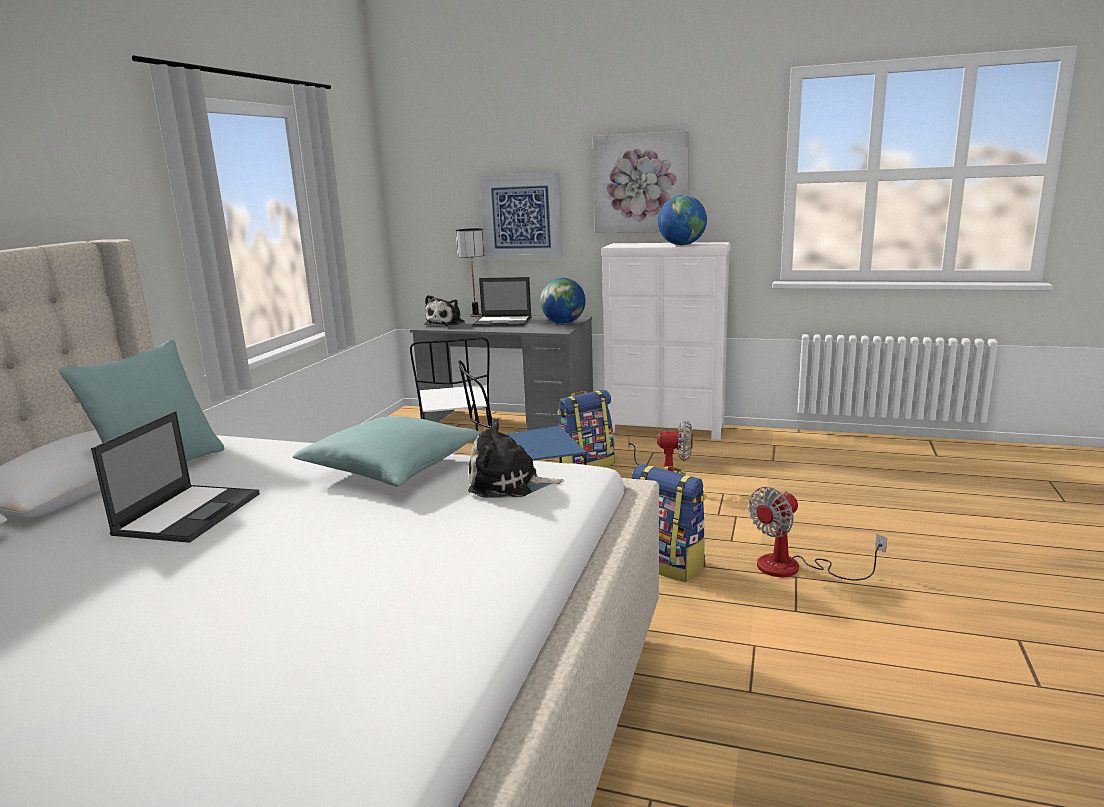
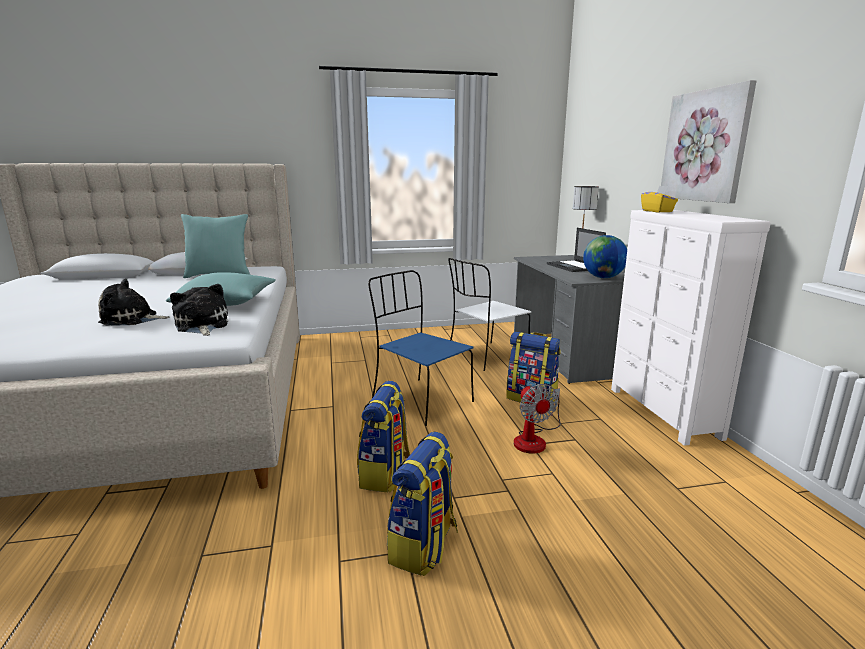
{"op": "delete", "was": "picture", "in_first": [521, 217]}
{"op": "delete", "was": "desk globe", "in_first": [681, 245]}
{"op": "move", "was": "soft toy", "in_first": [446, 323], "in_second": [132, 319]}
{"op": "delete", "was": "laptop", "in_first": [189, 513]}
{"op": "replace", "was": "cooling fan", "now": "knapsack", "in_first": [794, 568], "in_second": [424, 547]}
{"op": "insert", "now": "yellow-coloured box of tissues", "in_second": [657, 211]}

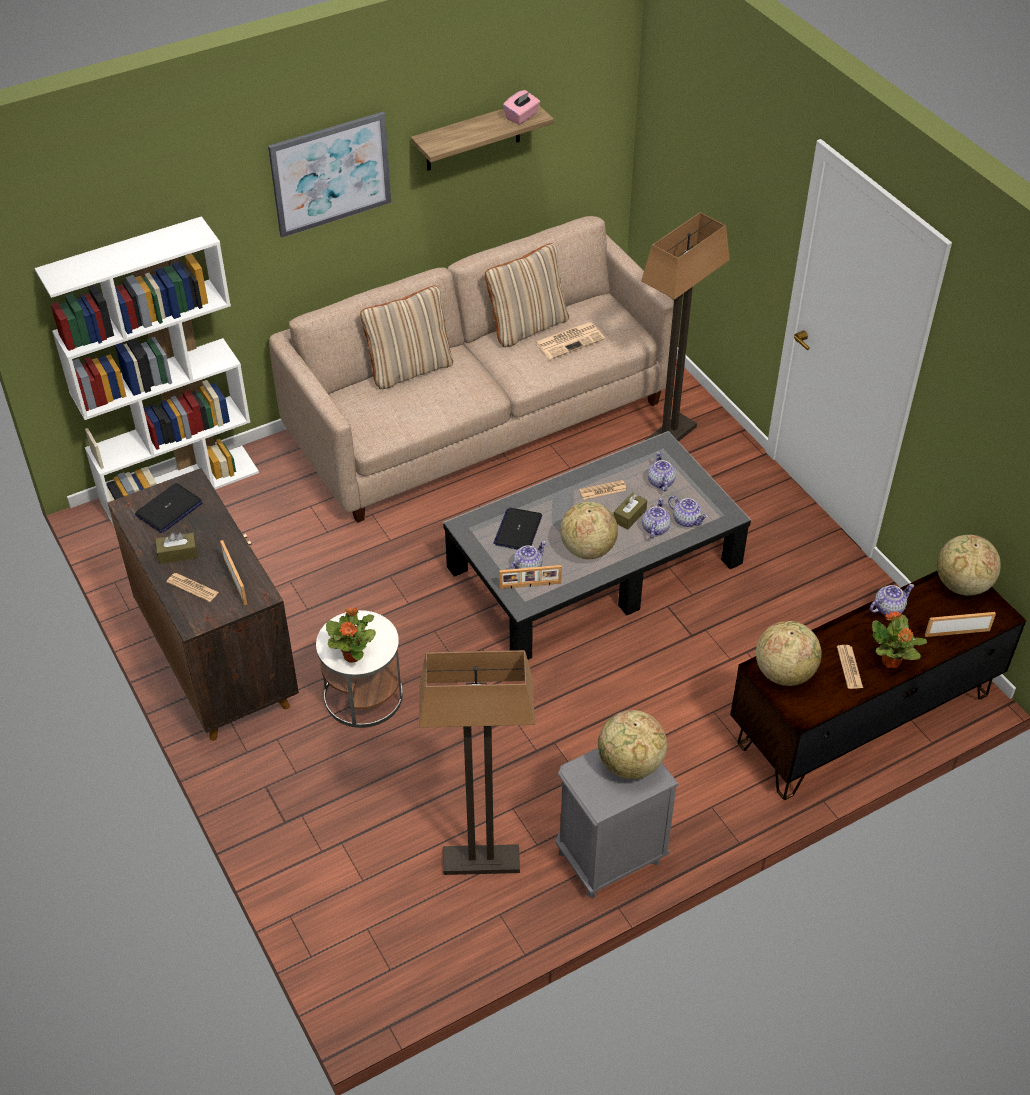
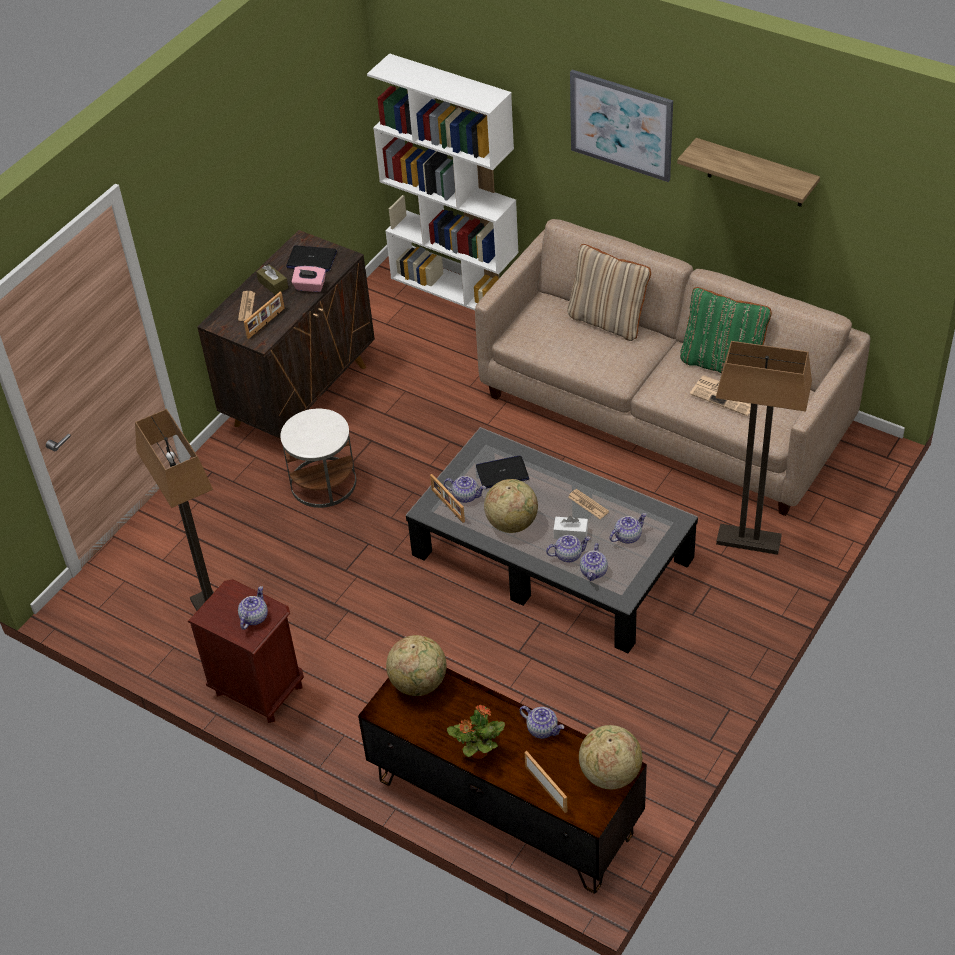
{"op": "move", "was": "pink-coloured box of tissues", "in_first": [521, 116], "in_second": [310, 287]}
{"op": "recolor", "was": "sand-coloured pillow", "now": "greenish pillow", "in_first": [527, 326], "in_second": [722, 363]}
{"op": "recolor", "was": "brown box of tissues", "now": "white-coloured box of tissues", "in_first": [629, 516], "in_second": [570, 533]}
{"op": "delete", "was": "houseplant", "in_first": [353, 655]}
{"op": "delete", "was": "newspaper", "in_first": [849, 667]}
{"op": "replace", "was": "desk globe", "now": "teapot", "in_first": [630, 764], "in_second": [254, 617]}
{"op": "recolor", "was": "greyish nightstand", "now": "brown nightstand", "in_first": [609, 857], "in_second": [258, 690]}

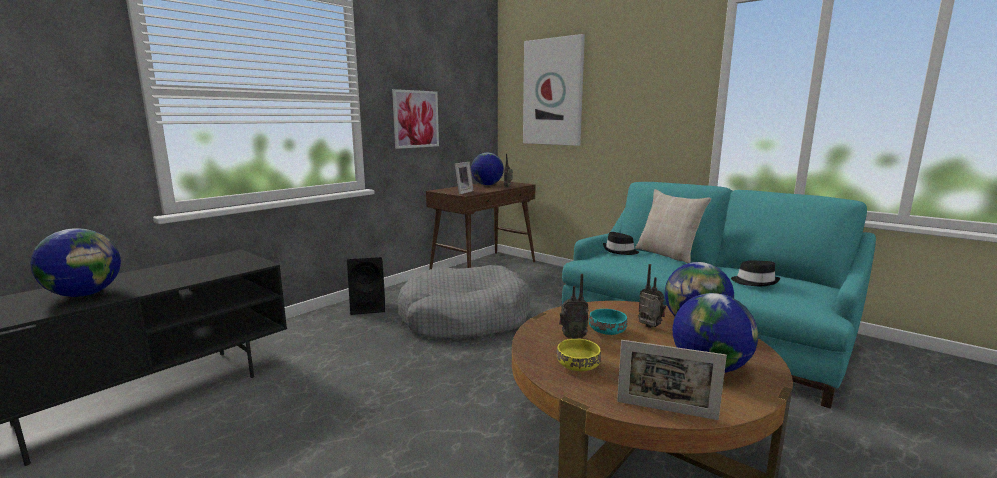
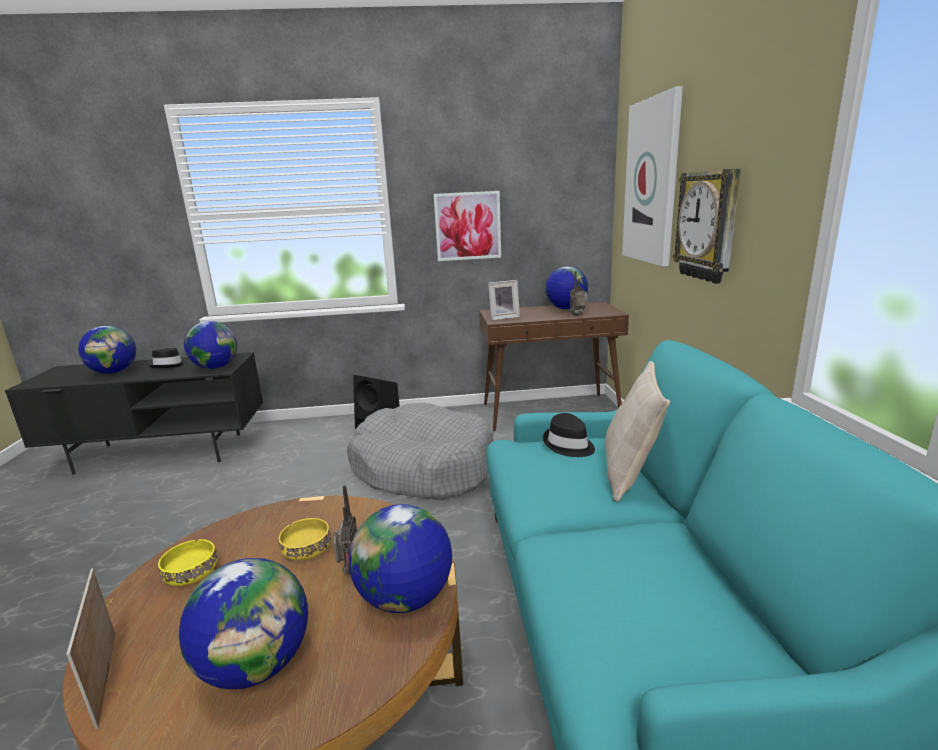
{"op": "move", "was": "black wearable hat", "in_first": [755, 282], "in_second": [170, 365]}
{"op": "delete", "was": "radio set", "in_first": [572, 337]}
{"op": "recolor", "was": "turquoise-coloured deep dish", "now": "yellow-coloured deep dish", "in_first": [608, 331], "in_second": [307, 551]}
{"op": "insert", "now": "hanging clock", "in_second": [708, 226]}
{"op": "insert", "now": "desk globe", "in_second": [216, 367]}

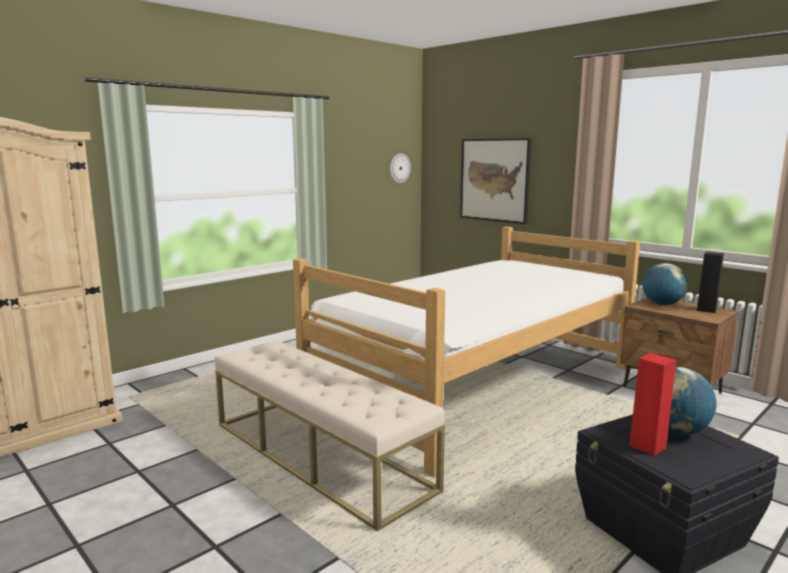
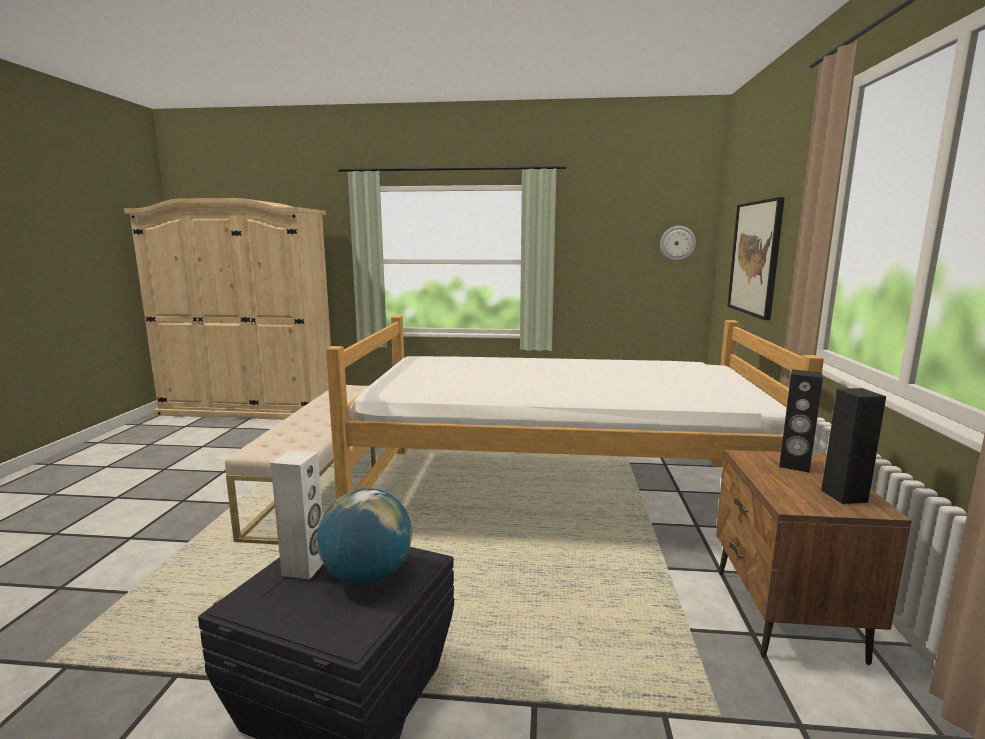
{"op": "replace", "was": "desk globe", "now": "black audio speaker", "in_first": [662, 304], "in_second": [794, 465]}
{"op": "recolor", "was": "red audio speaker", "now": "white-coloured audio speaker", "in_first": [647, 446], "in_second": [305, 568]}

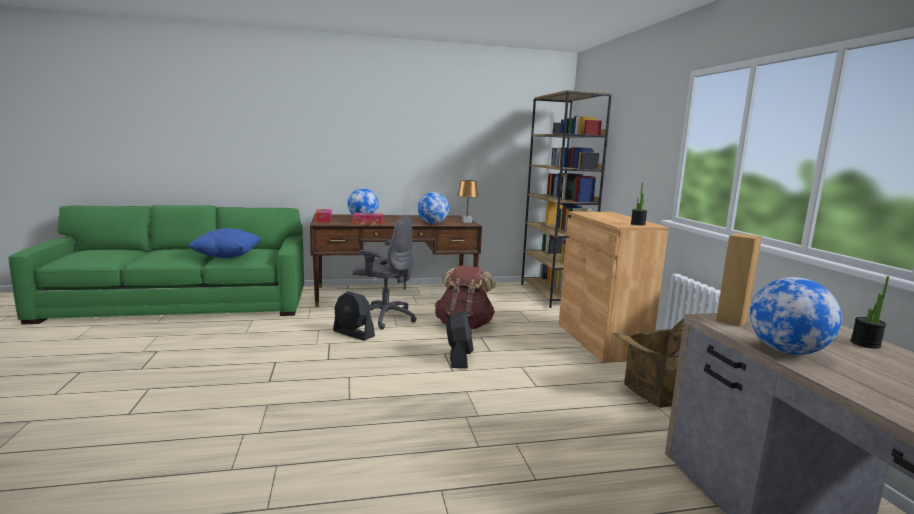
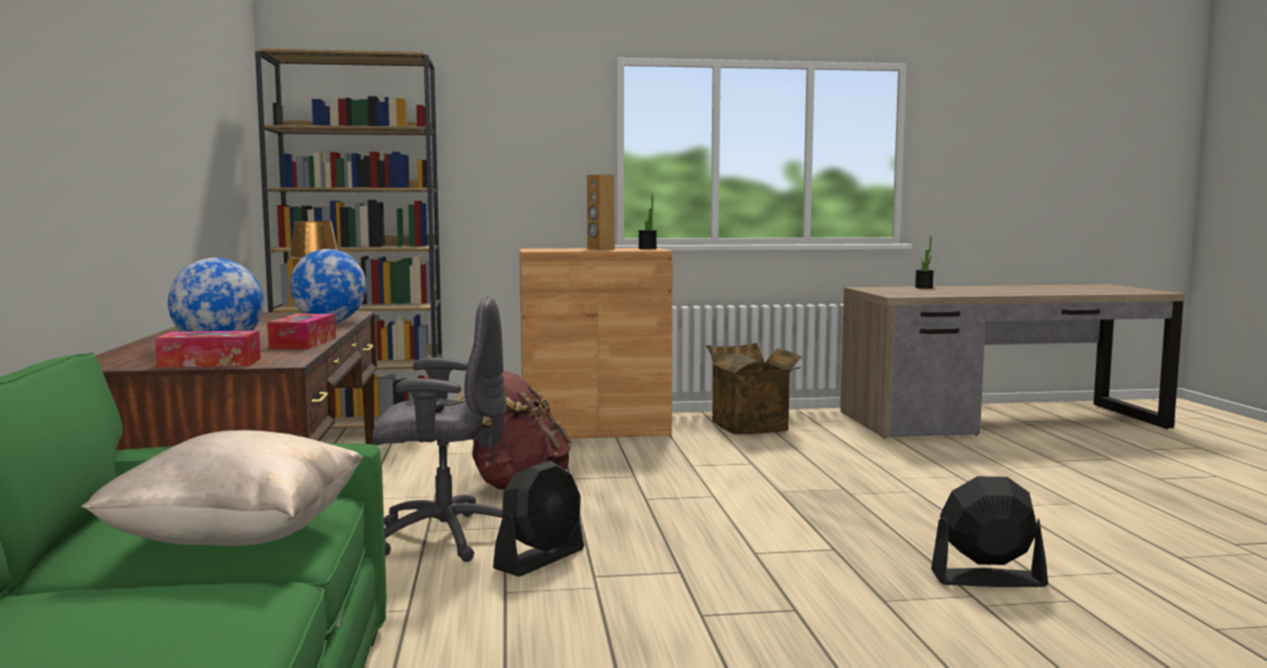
{"op": "rotate", "was": "greyish desk chair", "in_first": [384, 318], "in_second": [443, 537], "clockwise": 60}
{"op": "recolor", "was": "blue pillow", "now": "sand-coloured pillow", "in_first": [227, 256], "in_second": [238, 539]}
{"op": "move", "was": "brown audio speaker", "in_first": [731, 321], "in_second": [600, 249]}
{"op": "delete", "was": "desk globe", "in_first": [786, 351]}
{"op": "move", "was": "black cooling fan", "in_first": [459, 358], "in_second": [987, 579]}

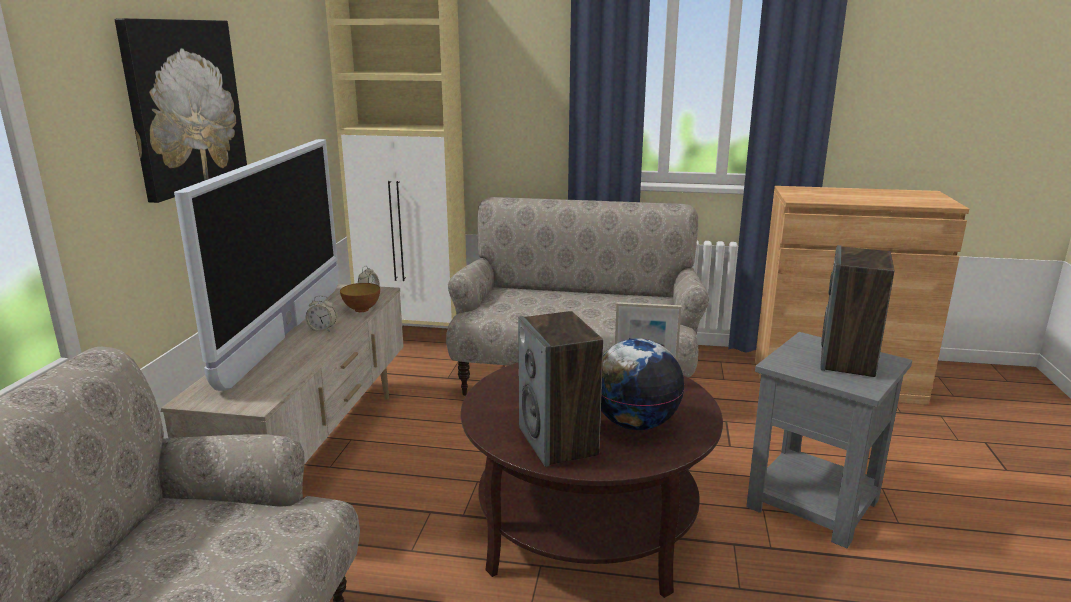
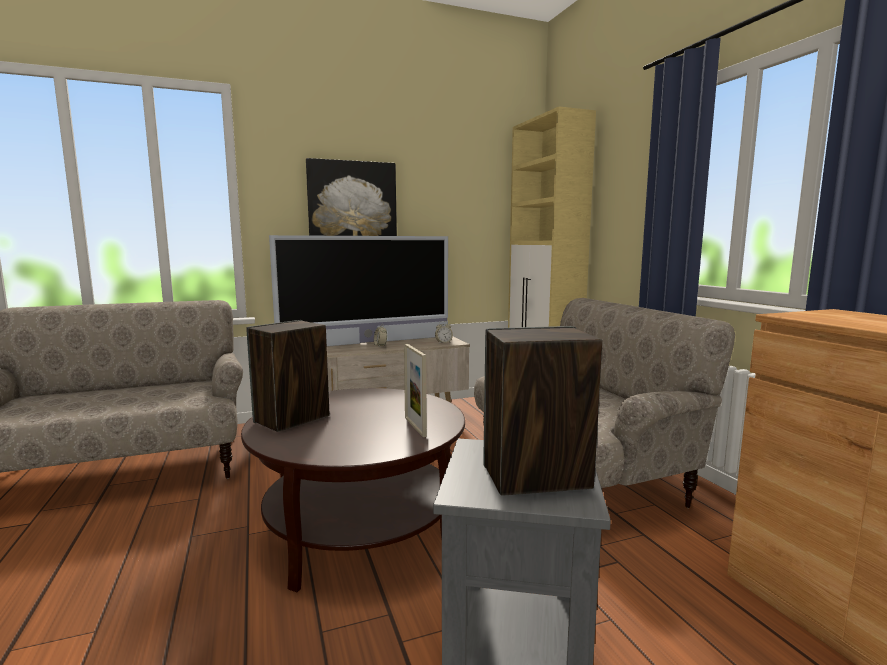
{"op": "delete", "was": "deep dish", "in_first": [361, 310]}
{"op": "delete", "was": "desk globe", "in_first": [635, 423]}

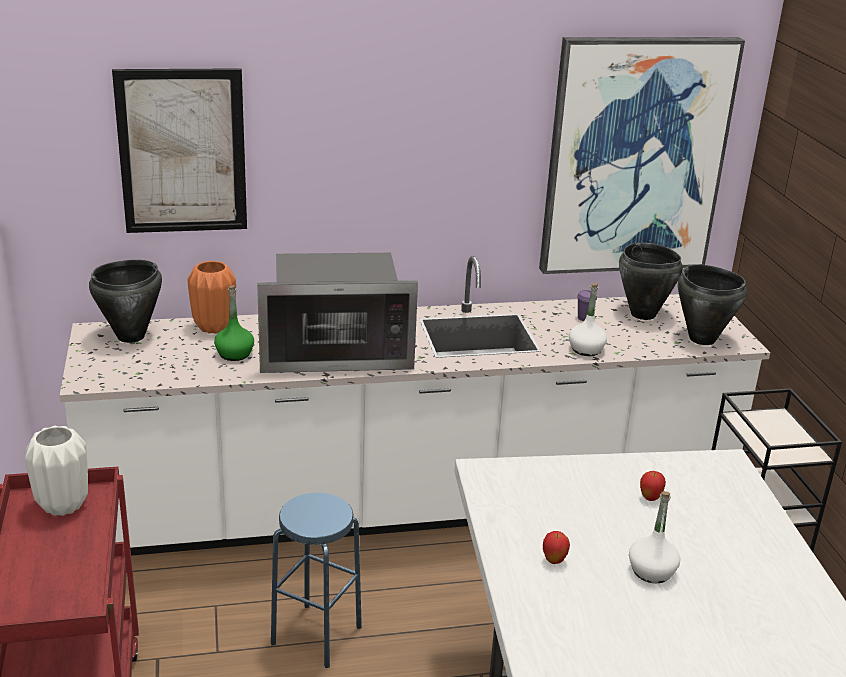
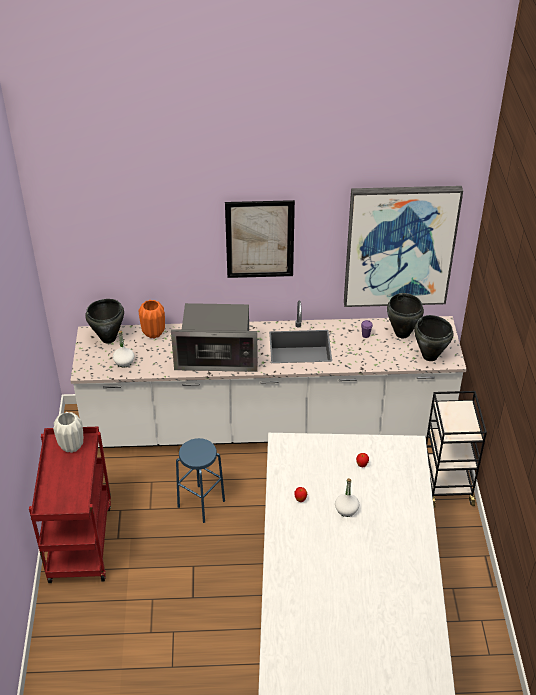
{"op": "move", "was": "picture", "in_first": [182, 152], "in_second": [260, 239]}
{"op": "move", "was": "white-coloured drink bottle", "in_first": [586, 349], "in_second": [124, 362]}
{"op": "delete", "was": "greenish drink bottle", "in_first": [234, 354]}

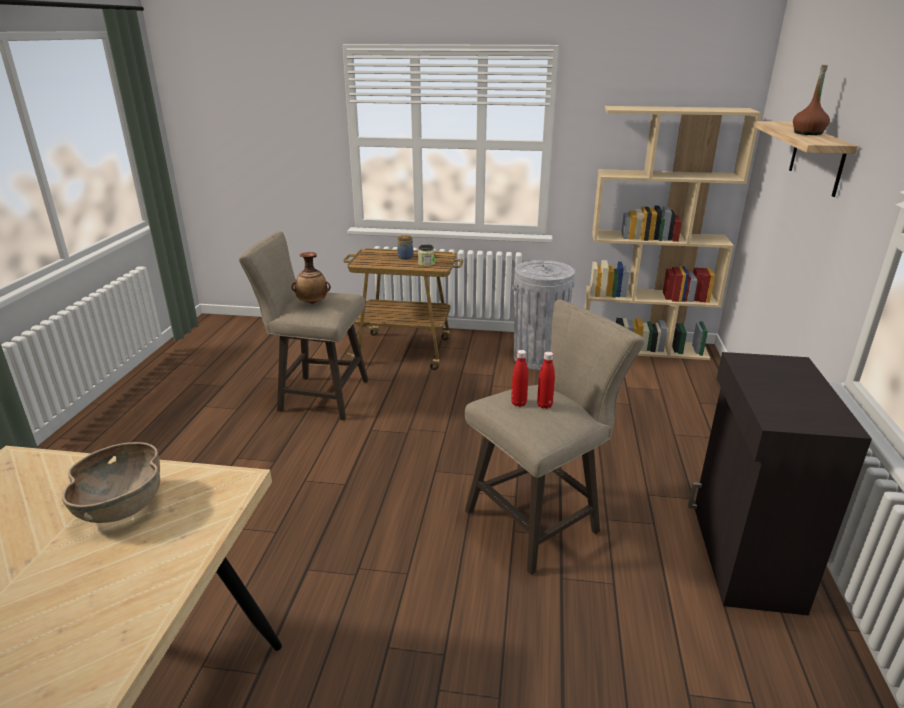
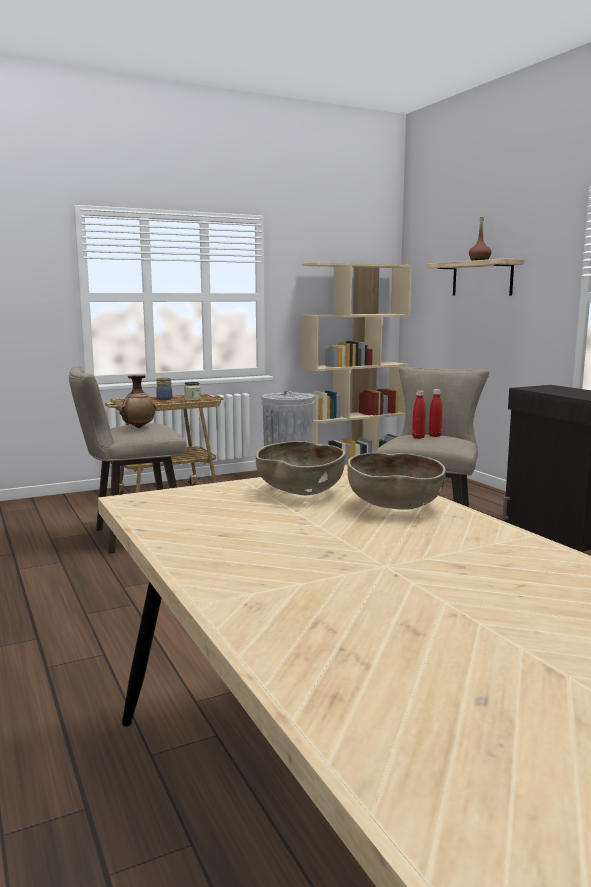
{"op": "insert", "now": "brown deep dish", "in_second": [394, 506]}

